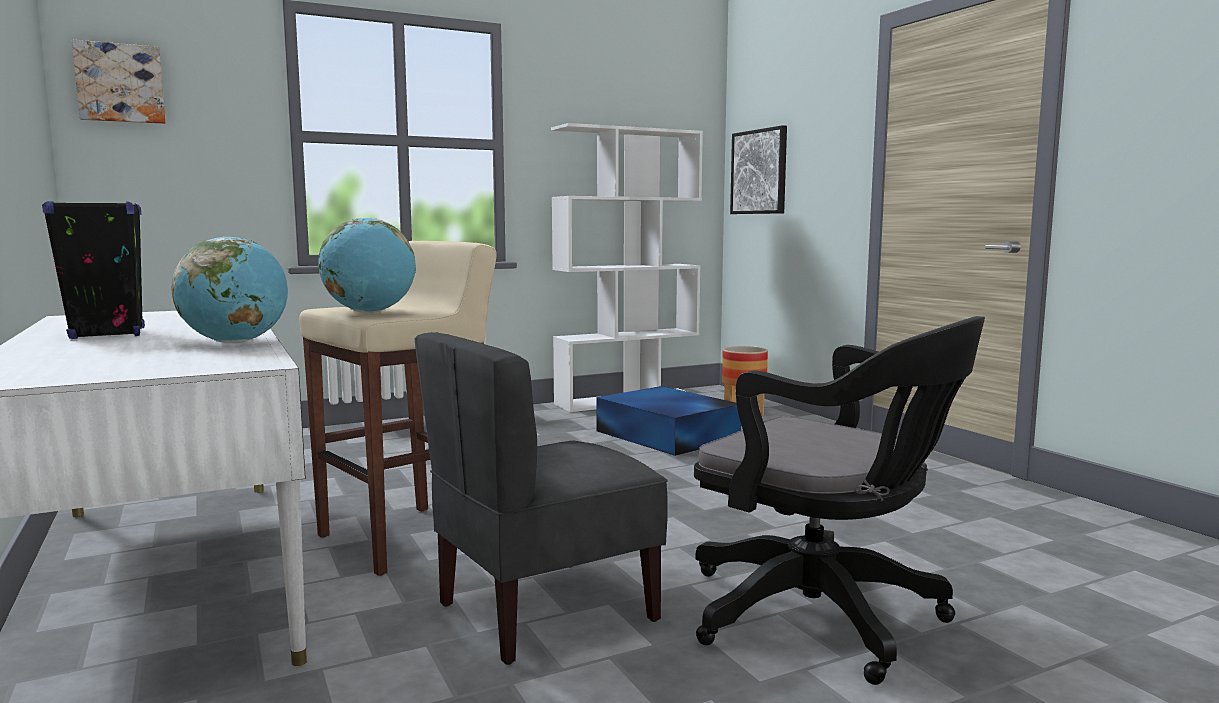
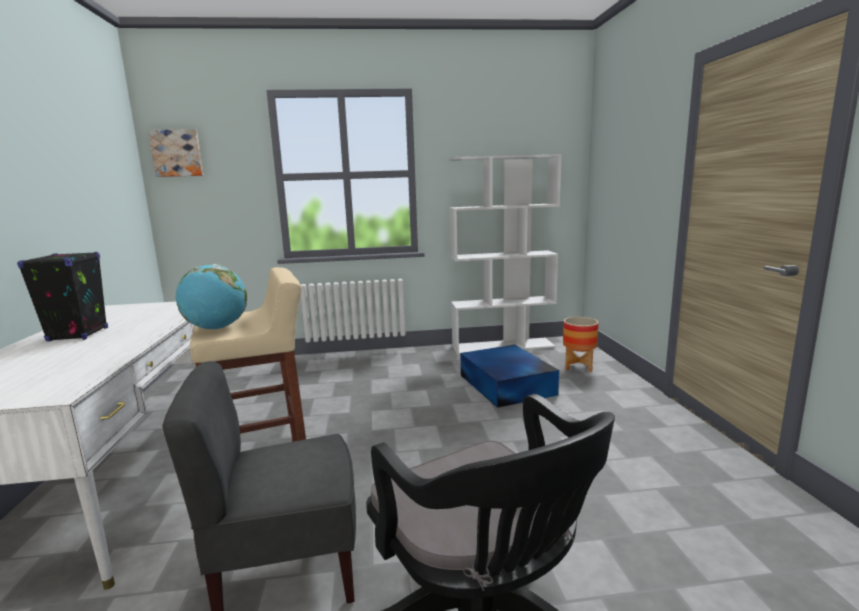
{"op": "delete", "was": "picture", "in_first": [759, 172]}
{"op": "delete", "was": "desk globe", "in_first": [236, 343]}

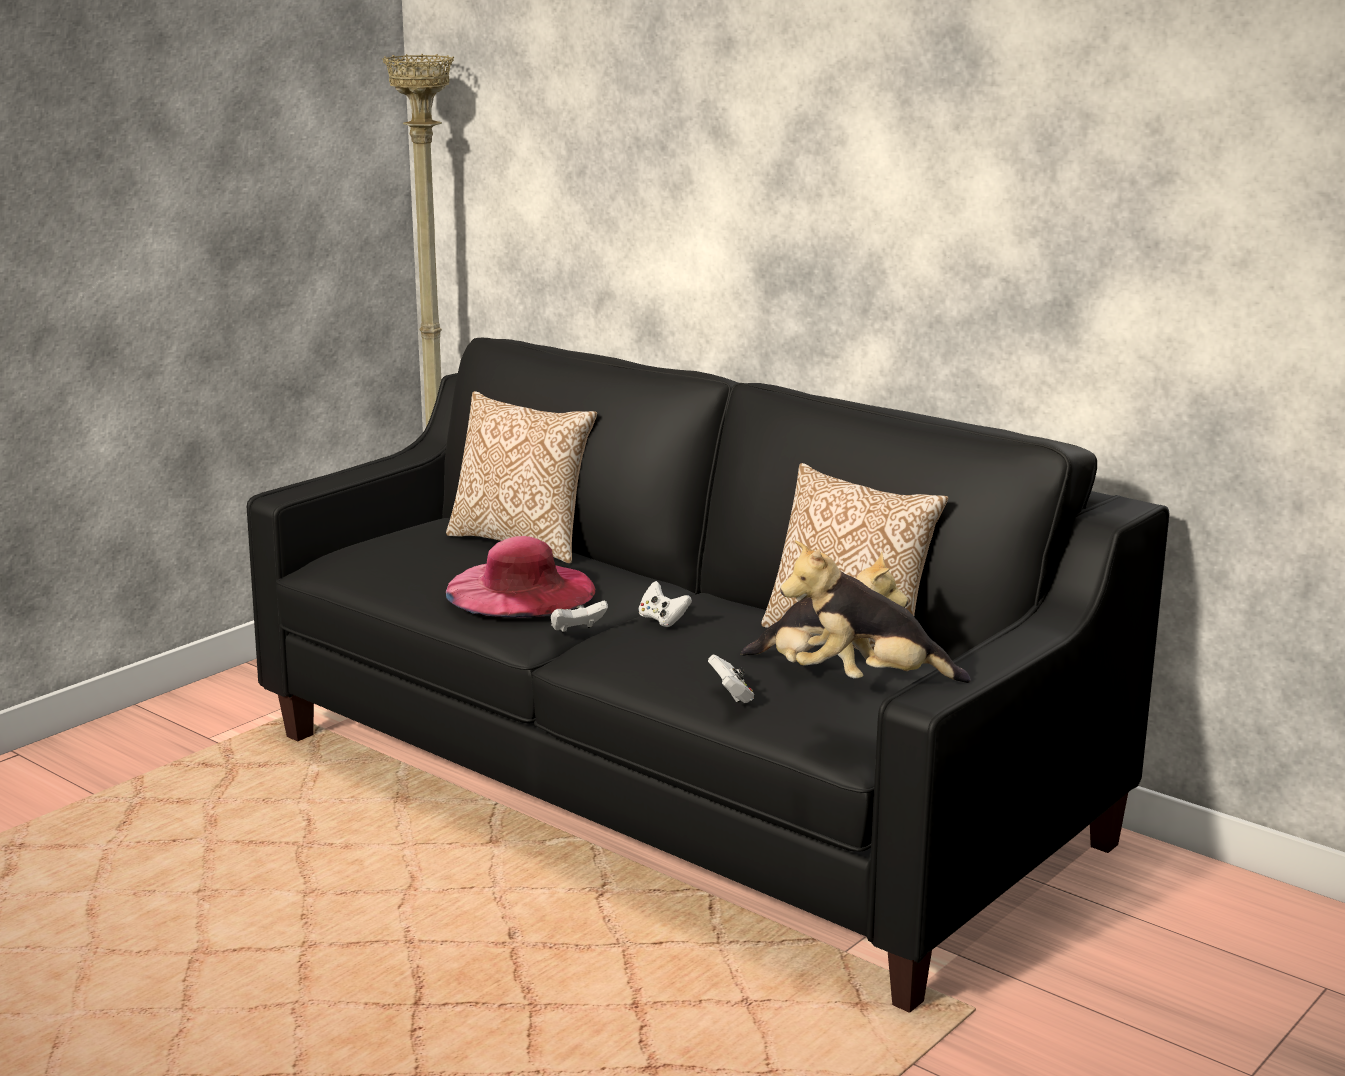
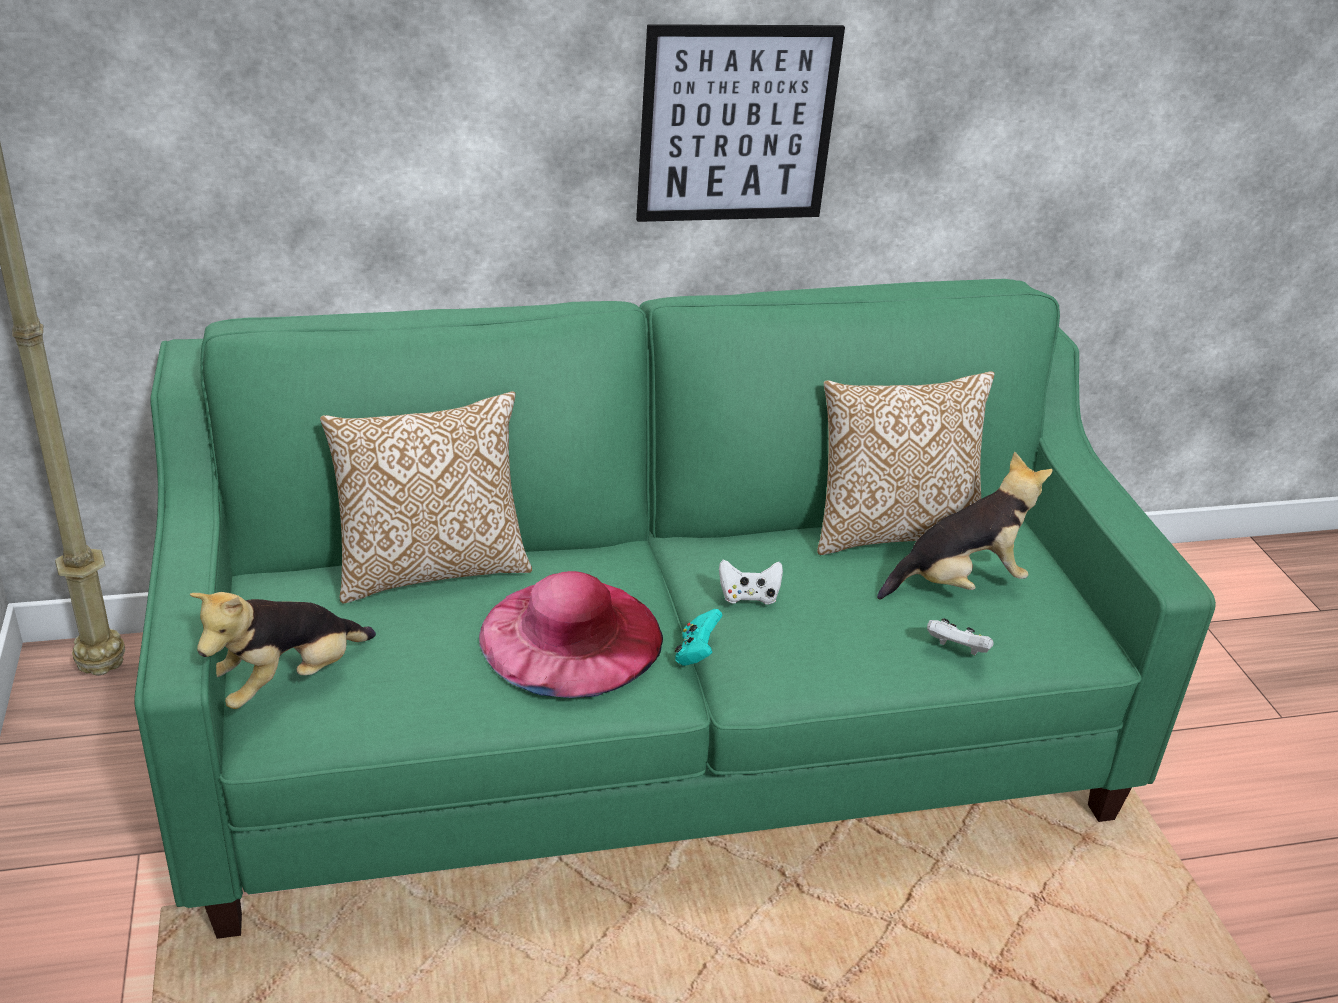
{"op": "recolor", "was": "black settee", "now": "greenish settee", "in_first": [672, 787], "in_second": [649, 731]}
{"op": "move", "was": "soft toy", "in_first": [868, 678], "in_second": [288, 680]}
{"op": "recolor", "was": "white-coloured joypad", "now": "turquoise-coloured joypad", "in_first": [577, 630], "in_second": [696, 653]}
{"op": "insert", "now": "picture", "in_second": [737, 124]}

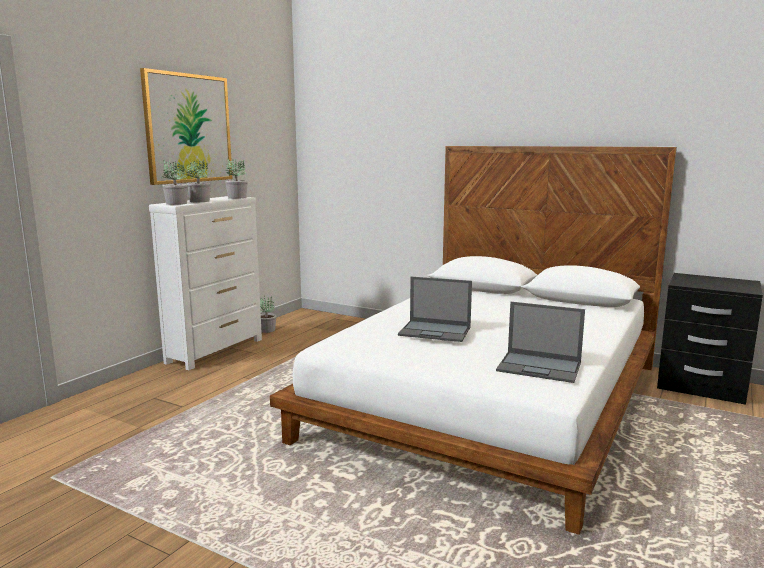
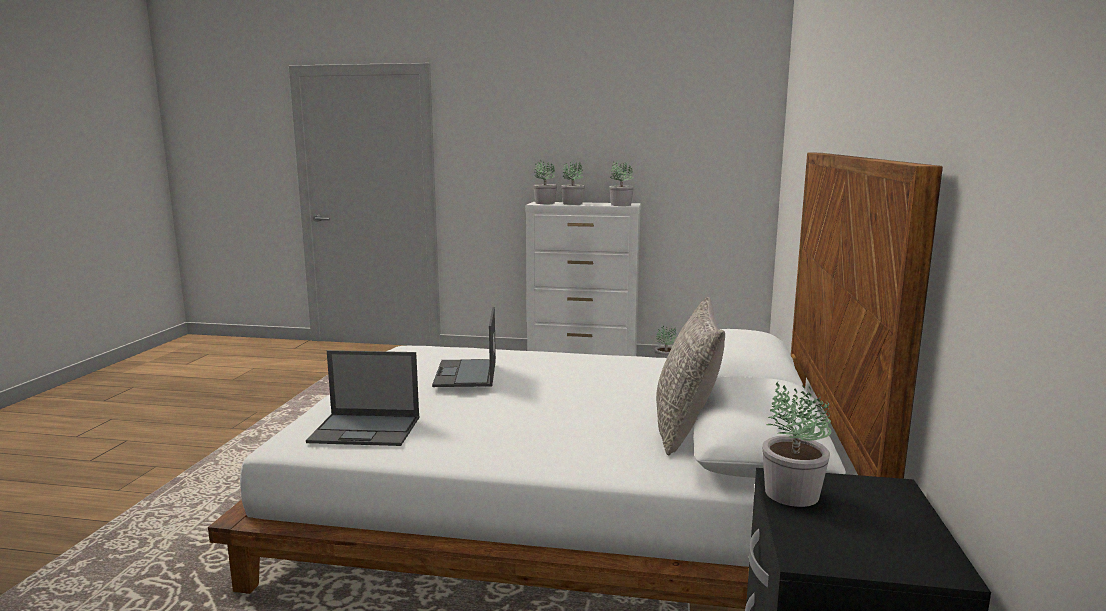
{"op": "delete", "was": "picture", "in_first": [188, 128]}
{"op": "rotate", "was": "laptop", "in_first": [540, 367], "in_second": [366, 430], "clockwise": -90}
{"op": "insert", "now": "greyish pillow", "in_second": [685, 428]}
{"op": "insert", "now": "houseplant", "in_second": [790, 493]}

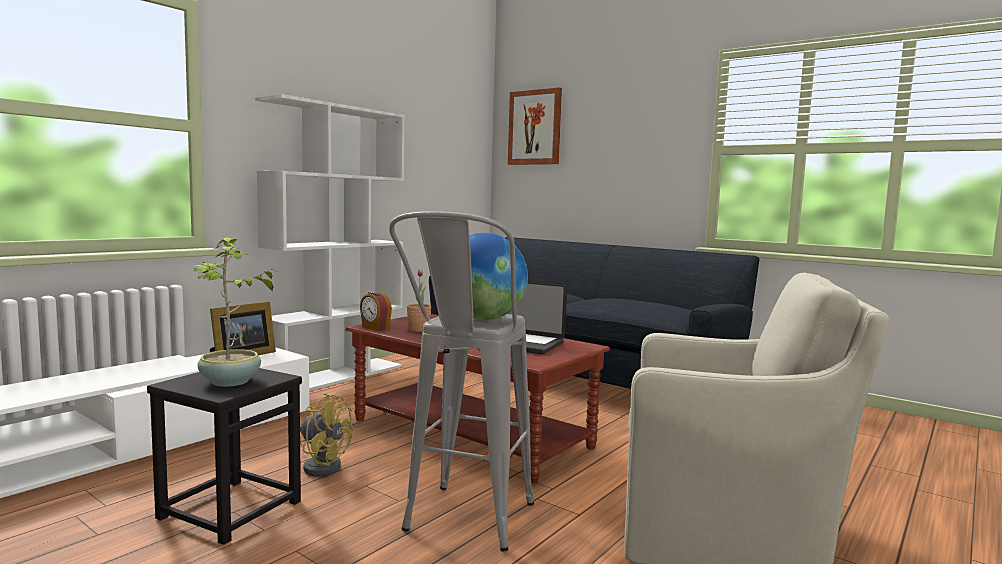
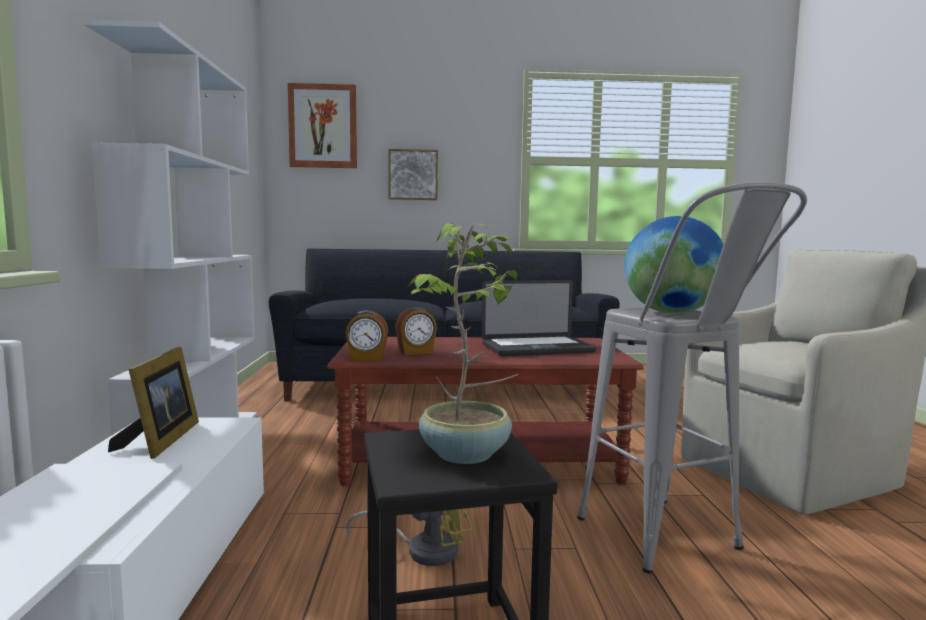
{"op": "replace", "was": "houseplant", "now": "bedside clock", "in_first": [418, 329], "in_second": [416, 352]}
{"op": "insert", "now": "picture", "in_second": [413, 175]}

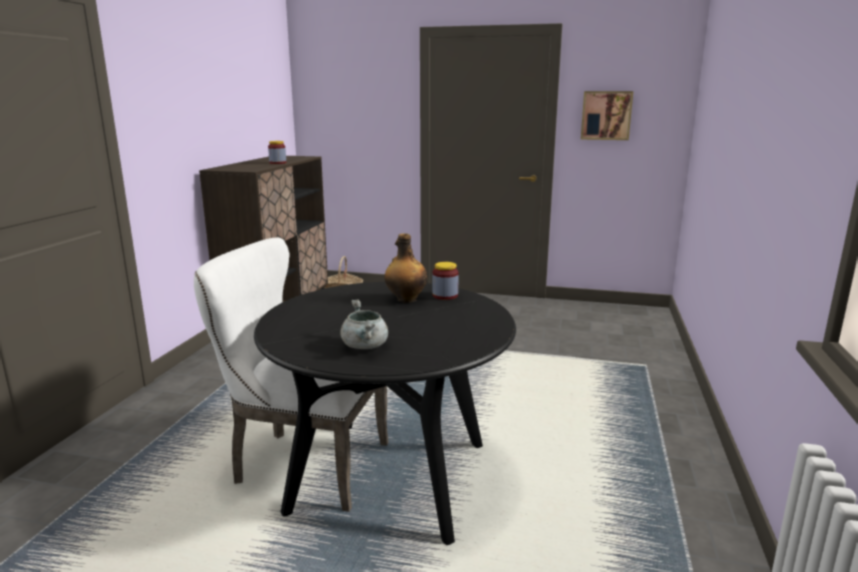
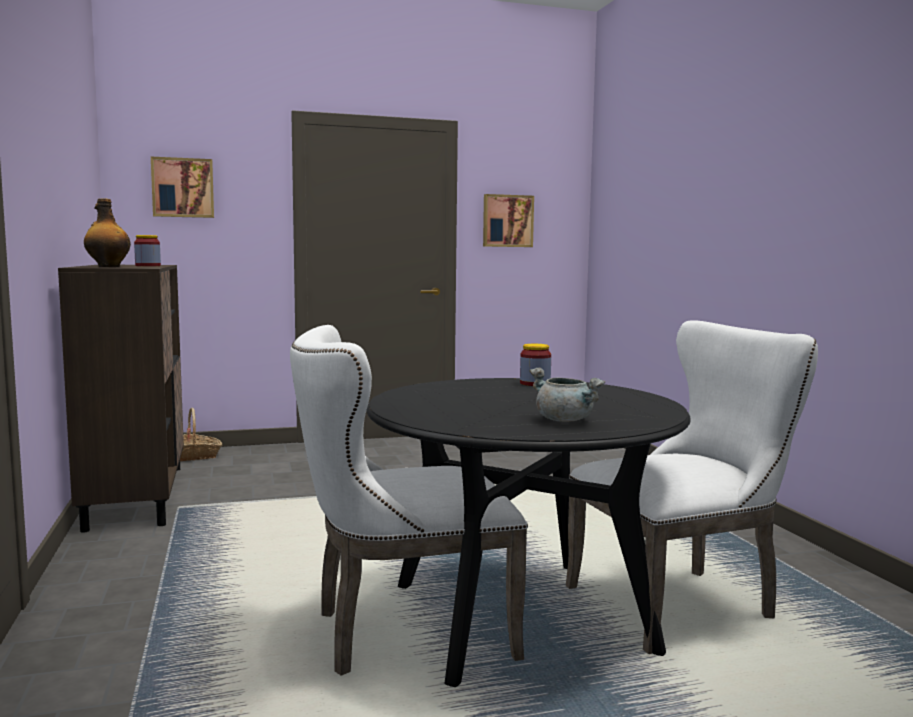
{"op": "move", "was": "drink bottle", "in_first": [406, 299], "in_second": [108, 267]}
{"op": "insert", "now": "picture", "in_second": [183, 188]}
{"op": "insert", "now": "white-coloured plain chair", "in_second": [682, 602]}

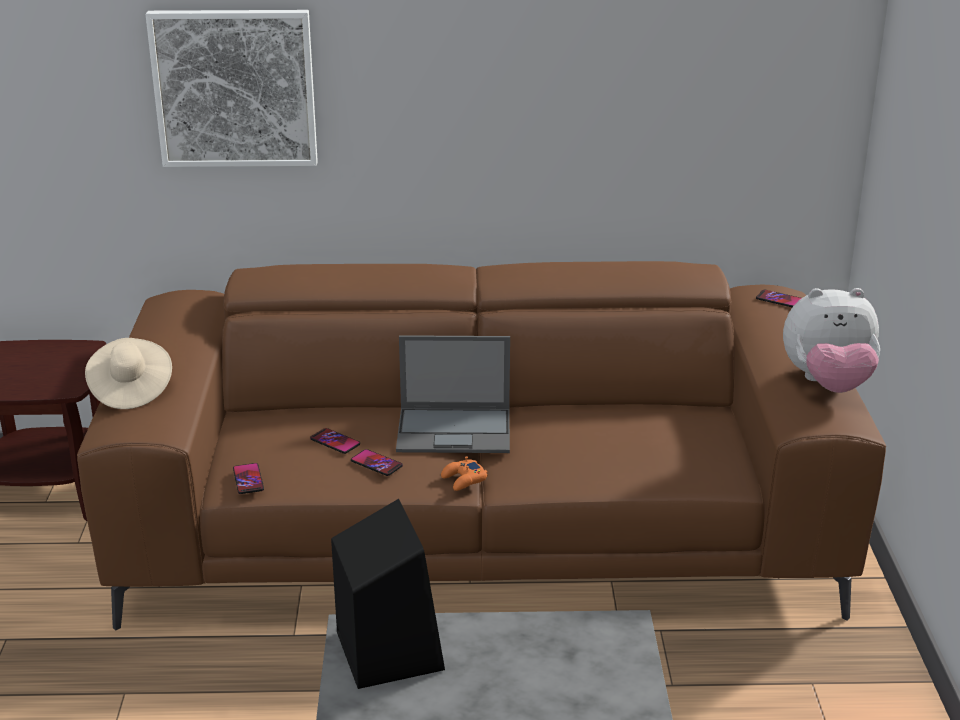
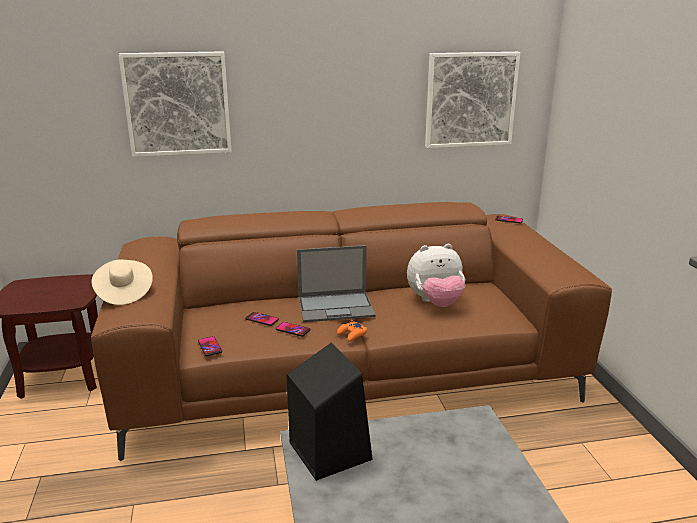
{"op": "move", "was": "soft toy", "in_first": [828, 384], "in_second": [435, 303]}
{"op": "insert", "now": "picture", "in_second": [470, 99]}

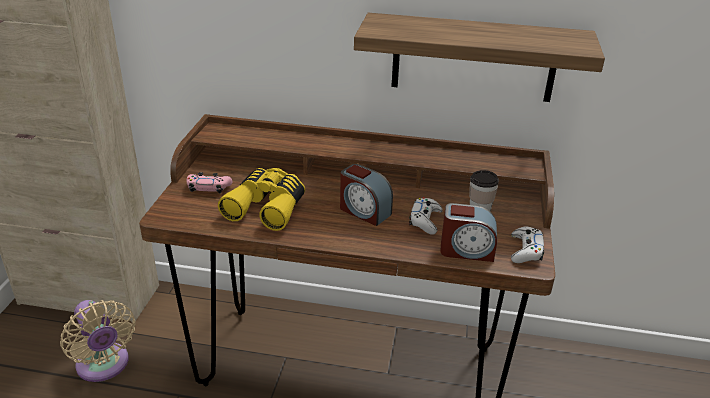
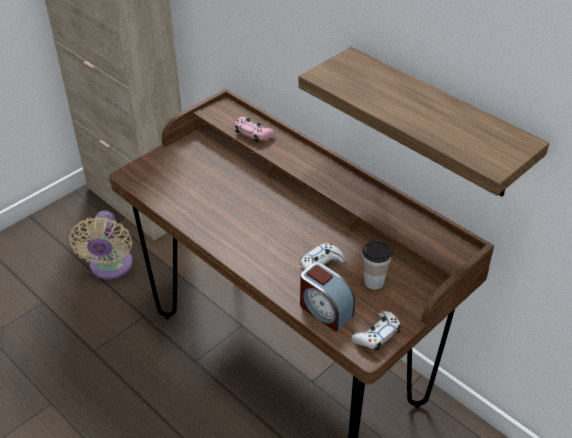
{"op": "delete", "was": "bedside clock", "in_first": [364, 211]}
{"op": "delete", "was": "yellow-coloured field glasses", "in_first": [267, 207]}
{"op": "move", "was": "pink-coloured joypad", "in_first": [209, 187], "in_second": [253, 133]}

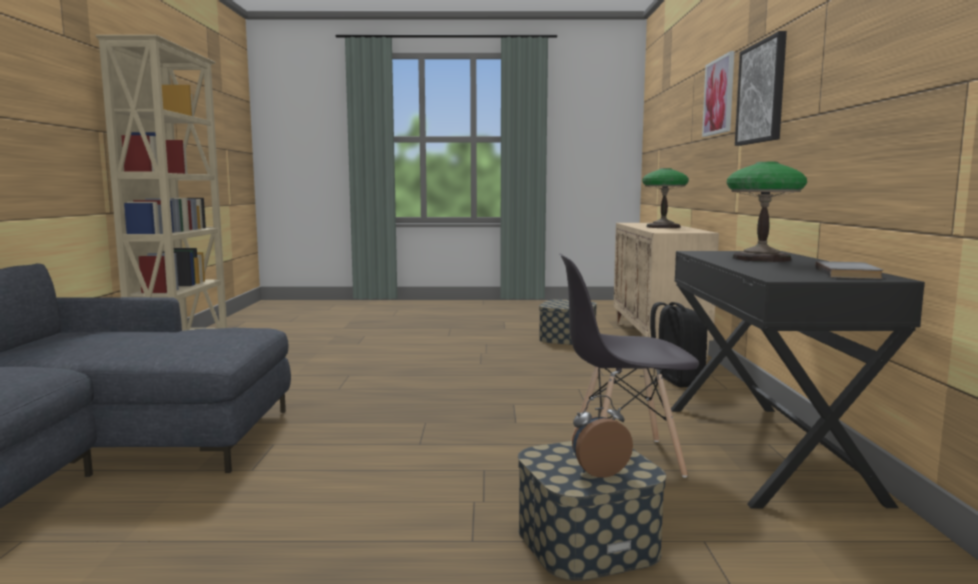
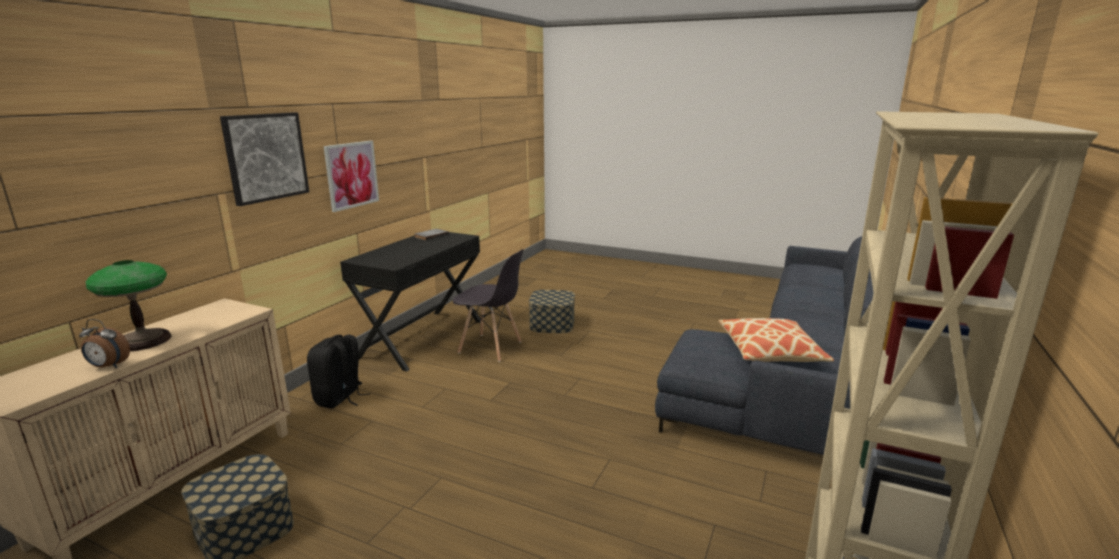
{"op": "move", "was": "picture", "in_first": [719, 96], "in_second": [351, 175]}
{"op": "delete", "was": "table lamp", "in_first": [761, 258]}
{"op": "move", "was": "bedside clock", "in_first": [598, 471], "in_second": [108, 366]}
{"op": "insert", "now": "pillow", "in_second": [770, 351]}

